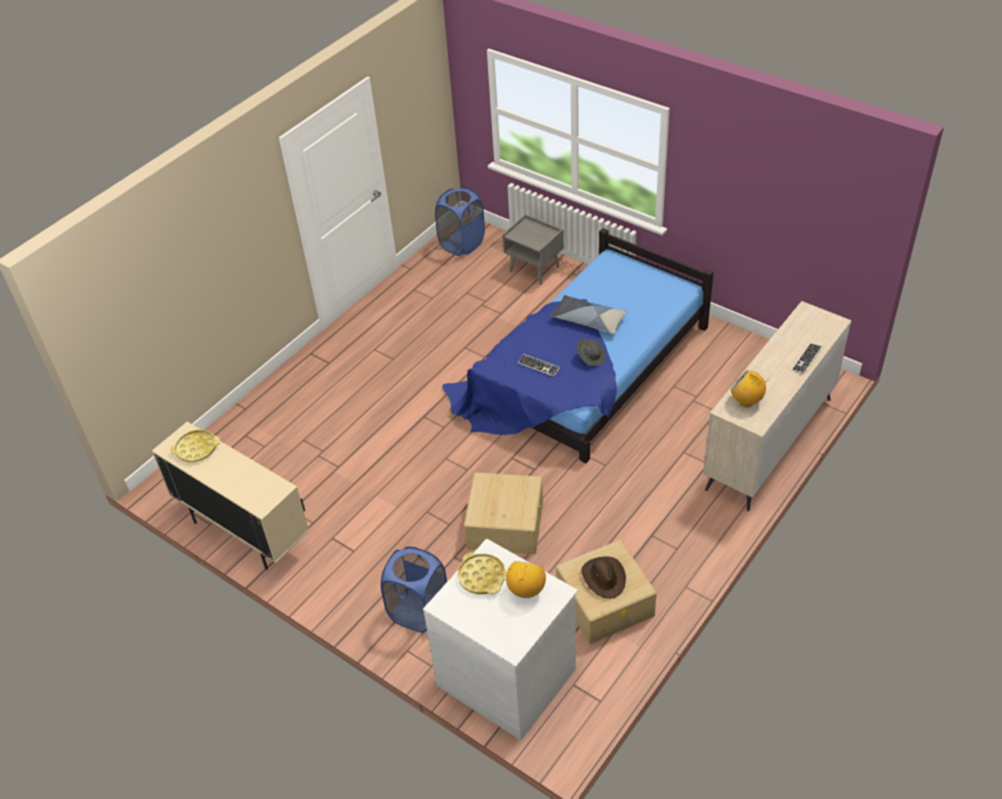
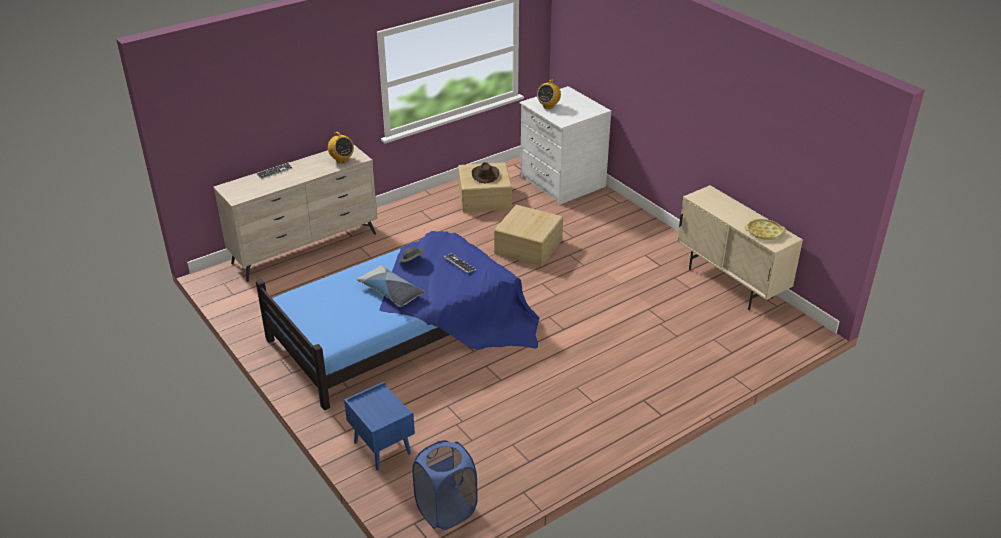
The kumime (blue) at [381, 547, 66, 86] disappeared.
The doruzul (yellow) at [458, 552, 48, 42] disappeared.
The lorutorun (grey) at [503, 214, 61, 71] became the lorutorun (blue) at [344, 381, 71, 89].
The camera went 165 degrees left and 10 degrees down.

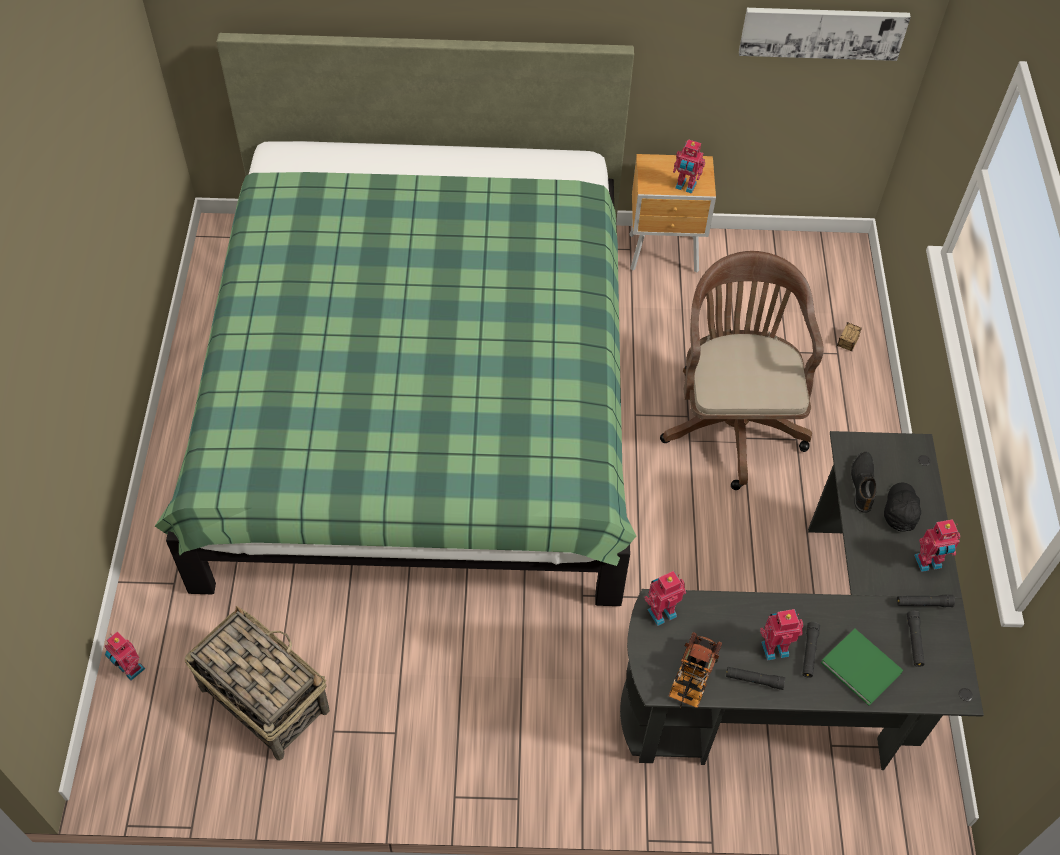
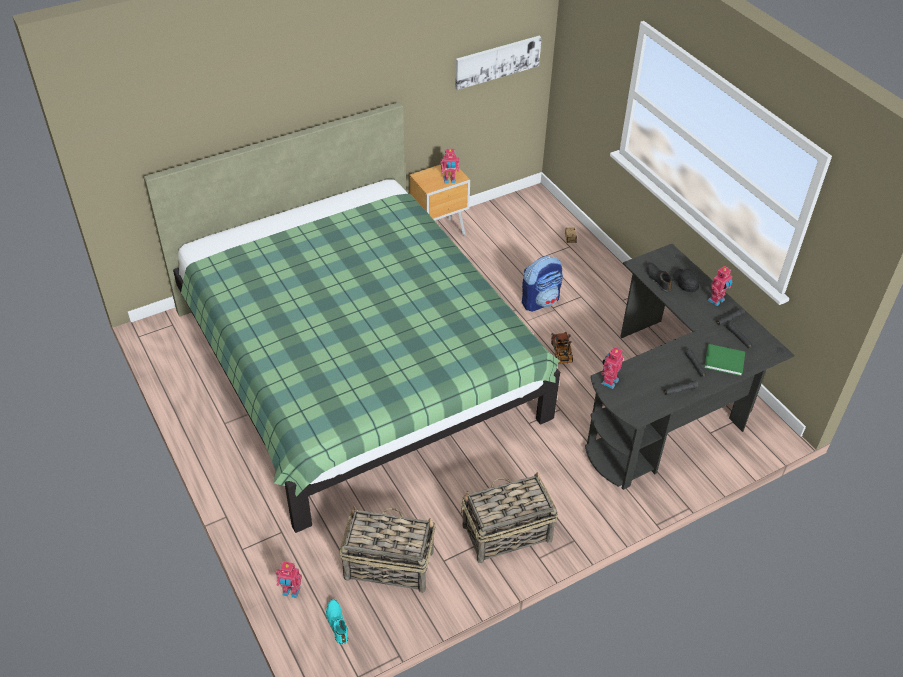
The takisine at [760, 609, 43, 51] disappeared.
The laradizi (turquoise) at [326, 600, 22, 45] appeared.
The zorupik at [461, 472, 97, 92] appeared.
The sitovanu moved from [669, 632, 53, 77] to [551, 332, 22, 32].
The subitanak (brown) at [660, 251, 164, 239] was replaced by the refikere at [522, 256, 41, 55].
The camera went 30 degrees left and 10 degrees down.

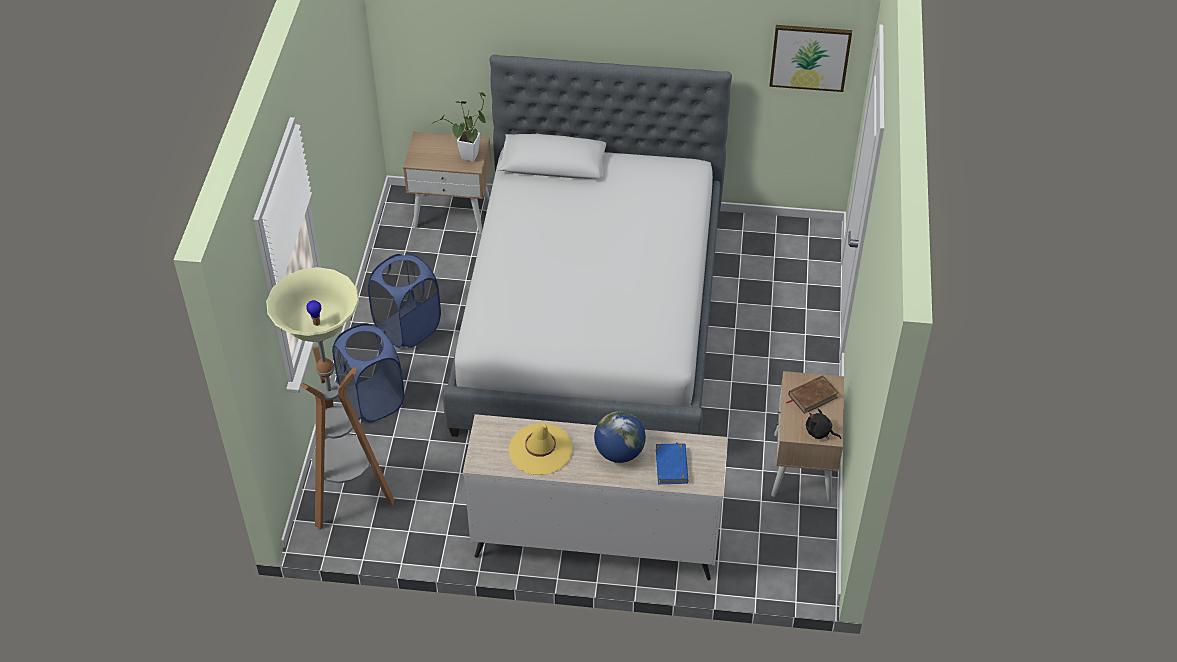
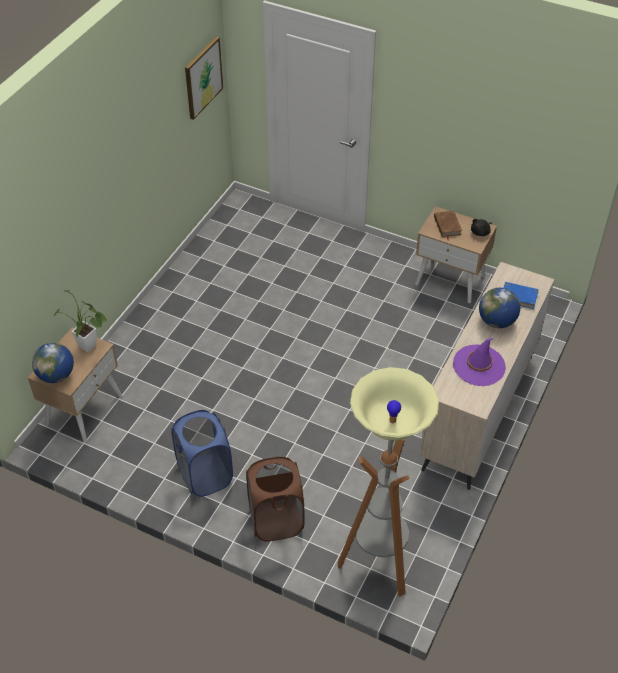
The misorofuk at [443, 54, 289, 383] disappeared.
The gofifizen at [32, 343, 42, 40] appeared.
The kumime (blue) at [332, 323, 73, 99] became the kumime (brown) at [246, 456, 58, 86].
The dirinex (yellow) at [509, 423, 64, 52] became the dirinex (purple) at [453, 338, 53, 48].
The camera went 70 degrees left and 0 degrees up.

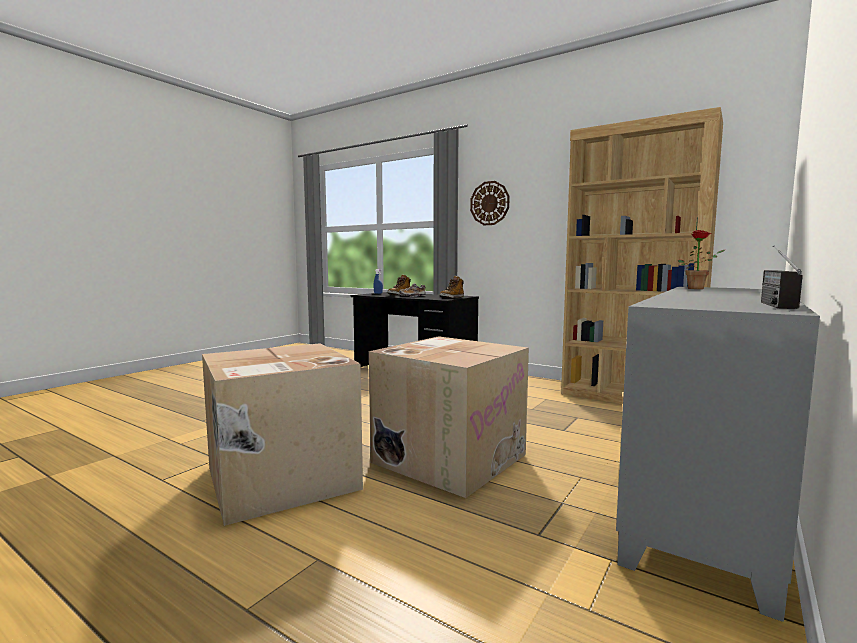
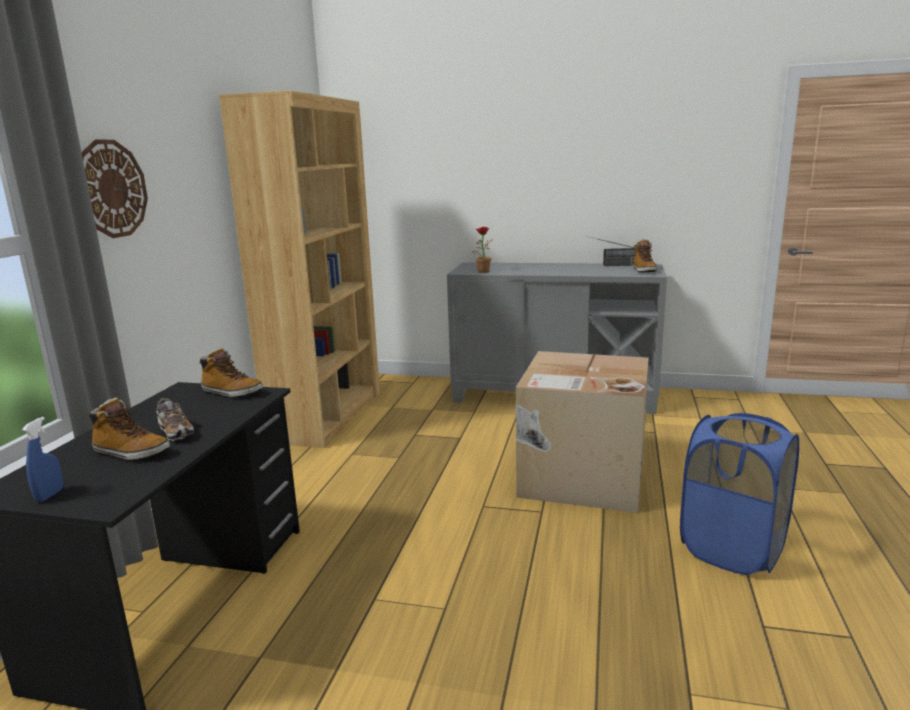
The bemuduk at [633, 239, 25, 33] appeared.
The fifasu at [202, 343, 161, 183] was replaced by the kumime (blue) at [680, 413, 119, 162].
The camera went 110 degrees left and 10 degrees up.

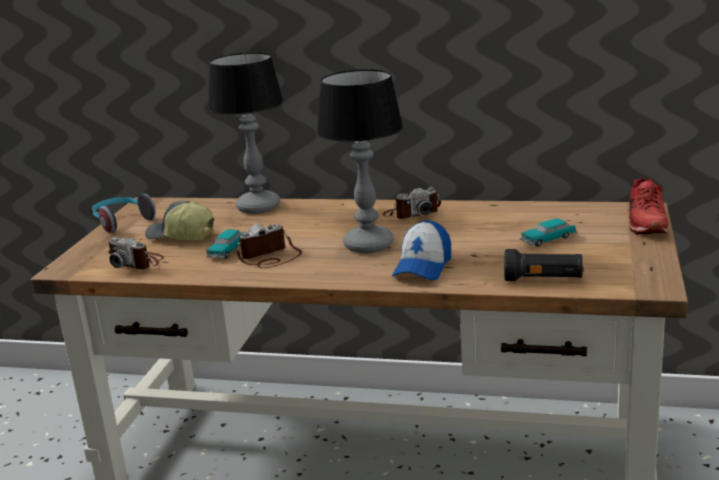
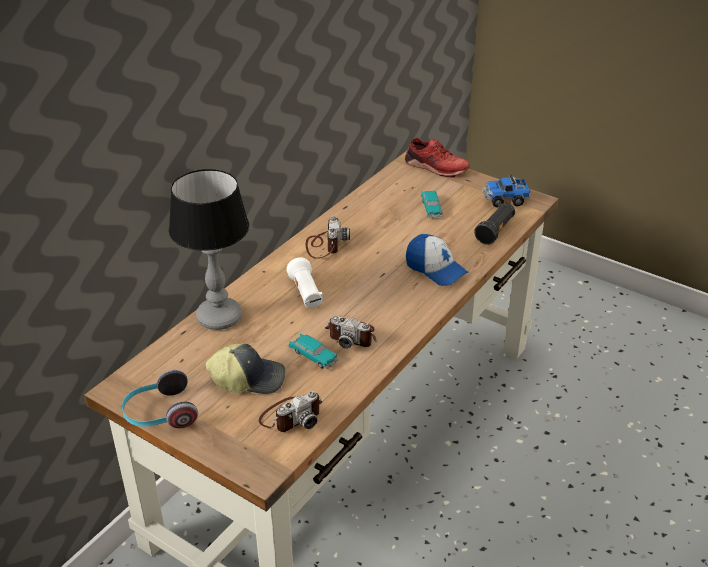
The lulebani at [317, 69, 86, 184] disappeared.
The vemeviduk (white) at [286, 257, 37, 51] appeared.
The sitovanu at [482, 174, 49, 34] appeared.
The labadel at [145, 200, 69, 41] turned 135 degrees counterclockwise.
The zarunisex at [237, 223, 65, 45] turned 60 degrees counterclockwise.
The camera went 70 degrees left and 15 degrees up.

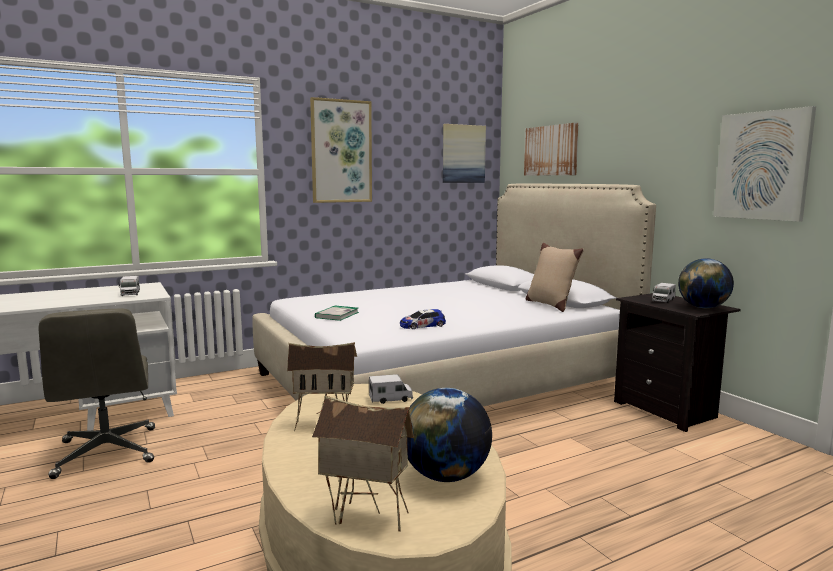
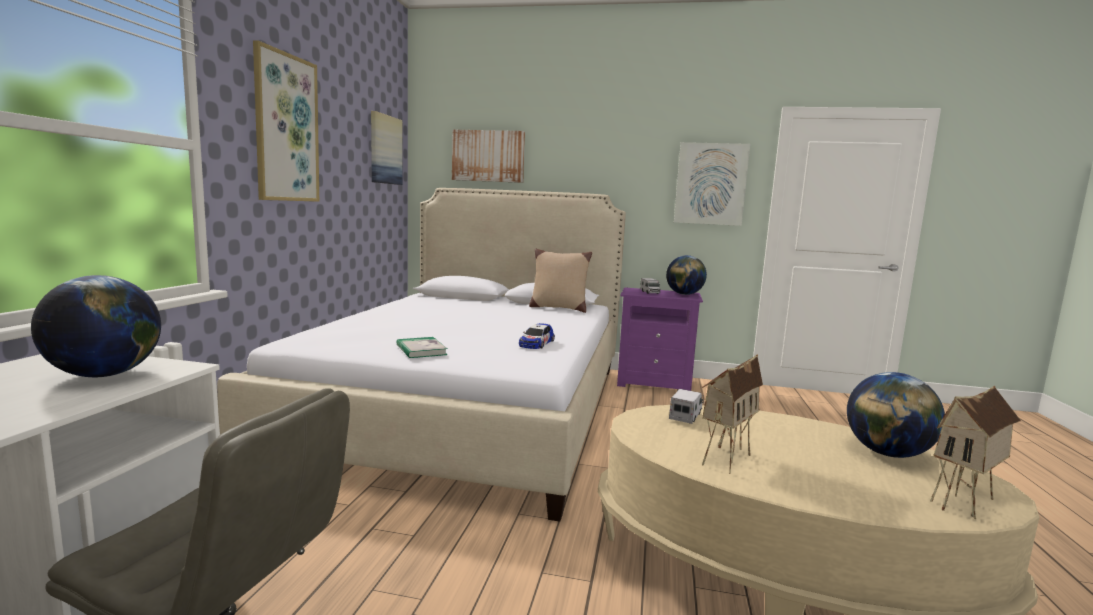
The sitovanu at [118, 276, 22, 20] was replaced by the gofifizen at [31, 275, 130, 102].
The lorutorun (black) at [614, 293, 127, 139] became the lorutorun (purple) at [617, 287, 86, 104].
The camera went 50 degrees left and 0 degrees up.

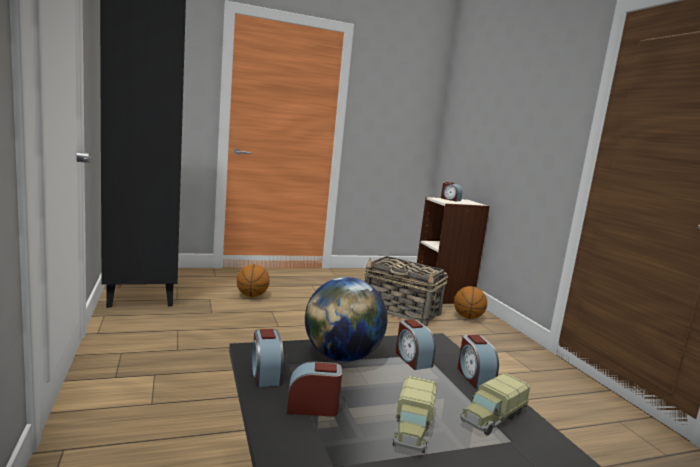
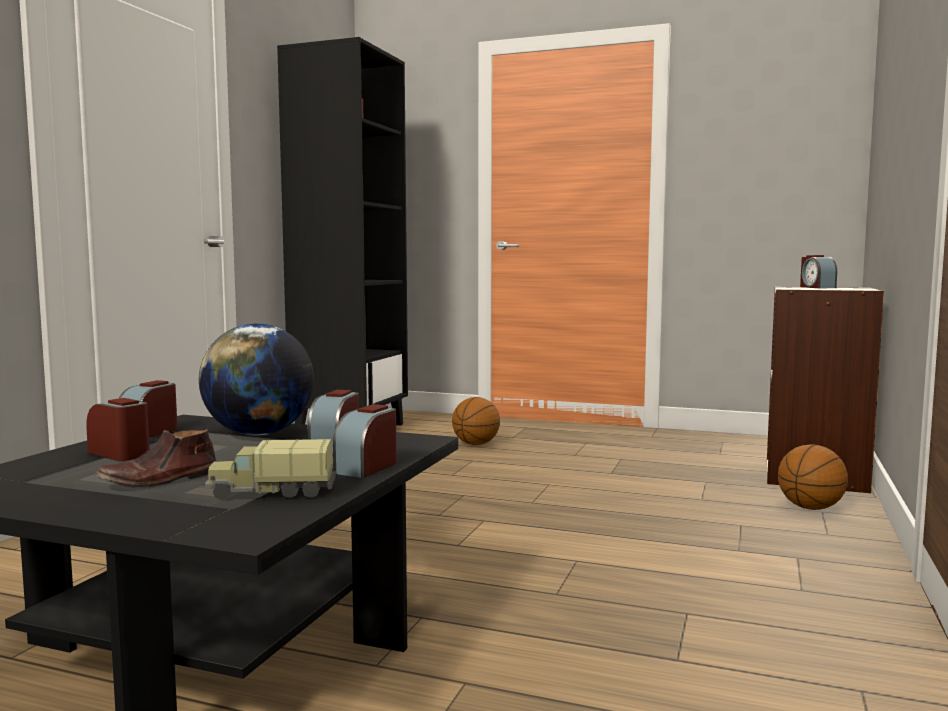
The zorupik at [364, 256, 84, 71] disappeared.
The sitovanu at [392, 376, 45, 77] was replaced by the laradizi (brown) at [95, 429, 122, 58].
The camera went 40 degrees right and 5 degrees down.

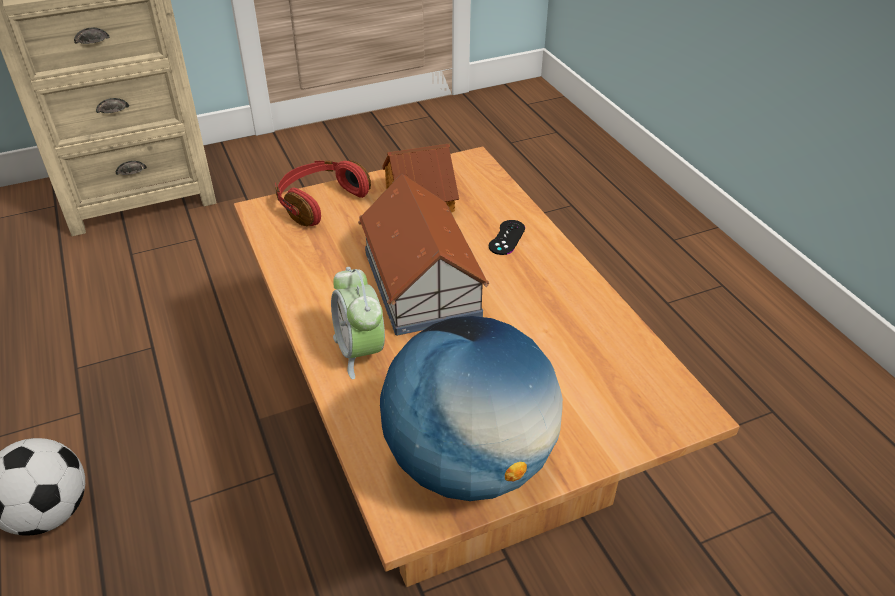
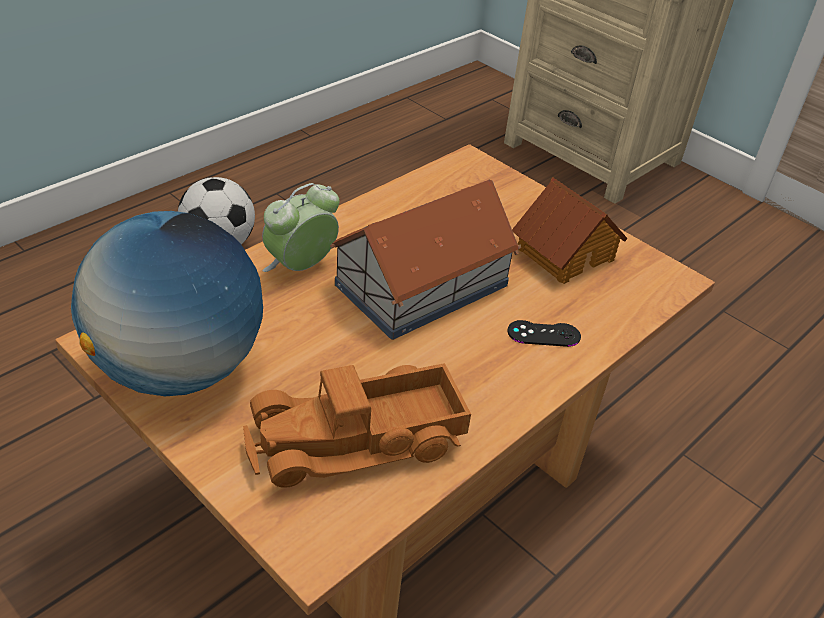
The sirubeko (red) at [275, 160, 96, 67] disappeared.
The sitovanu at [243, 363, 228, 125] appeared.
The camera went 65 degrees right and 0 degrees up.

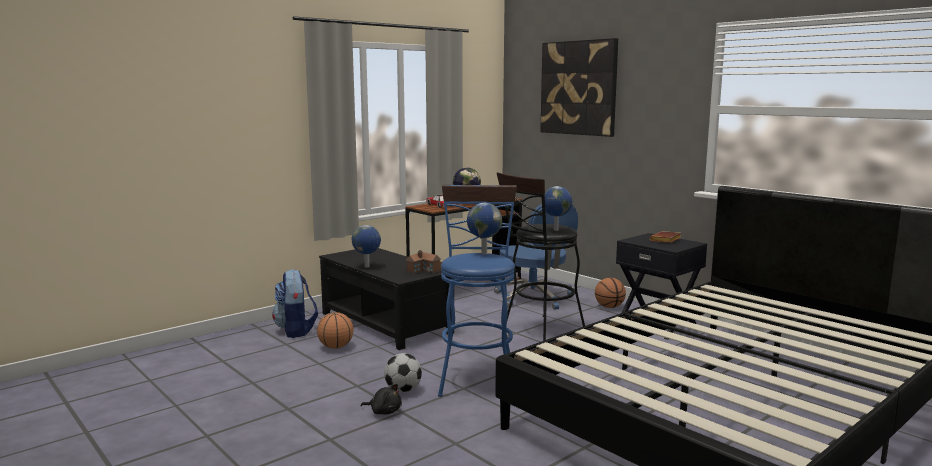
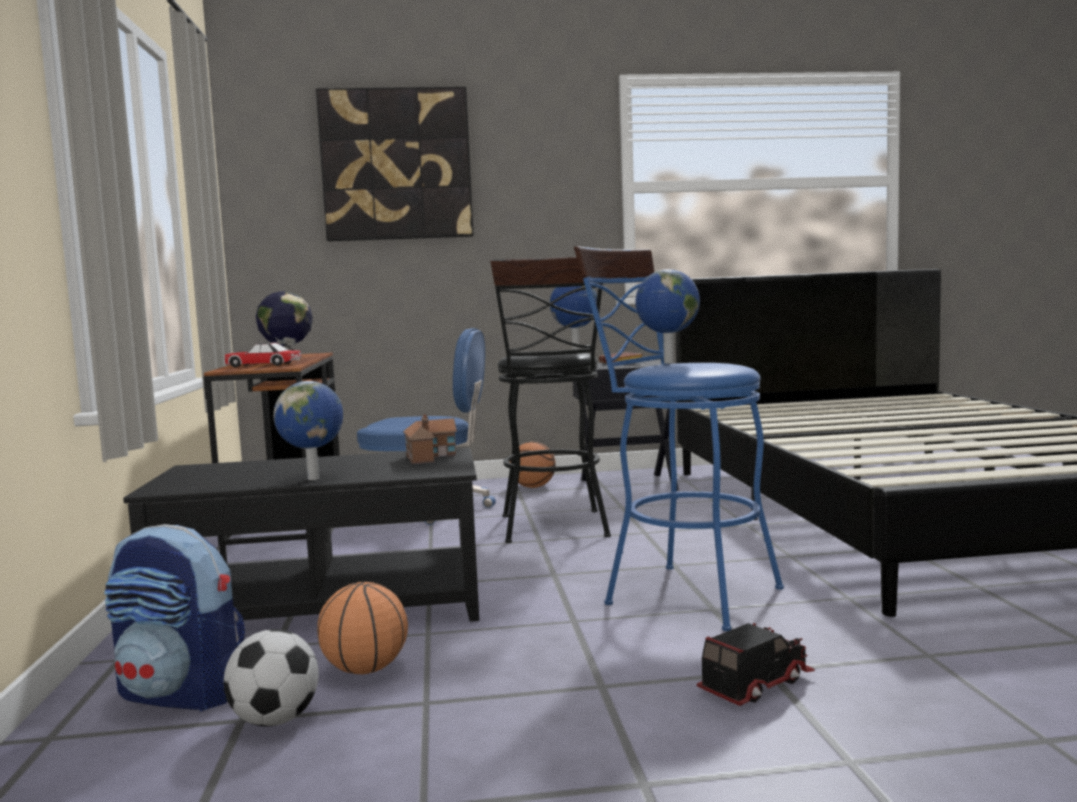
The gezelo moved from [384, 353, 38, 40] to [224, 629, 95, 98].
The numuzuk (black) at [361, 384, 41, 30] was replaced by the sitovanu at [697, 623, 118, 83].
The camera went 55 degrees left and 5 degrees down.

